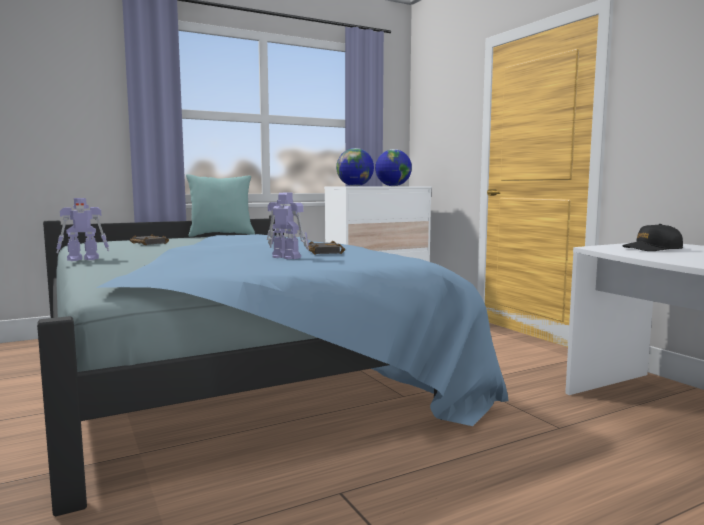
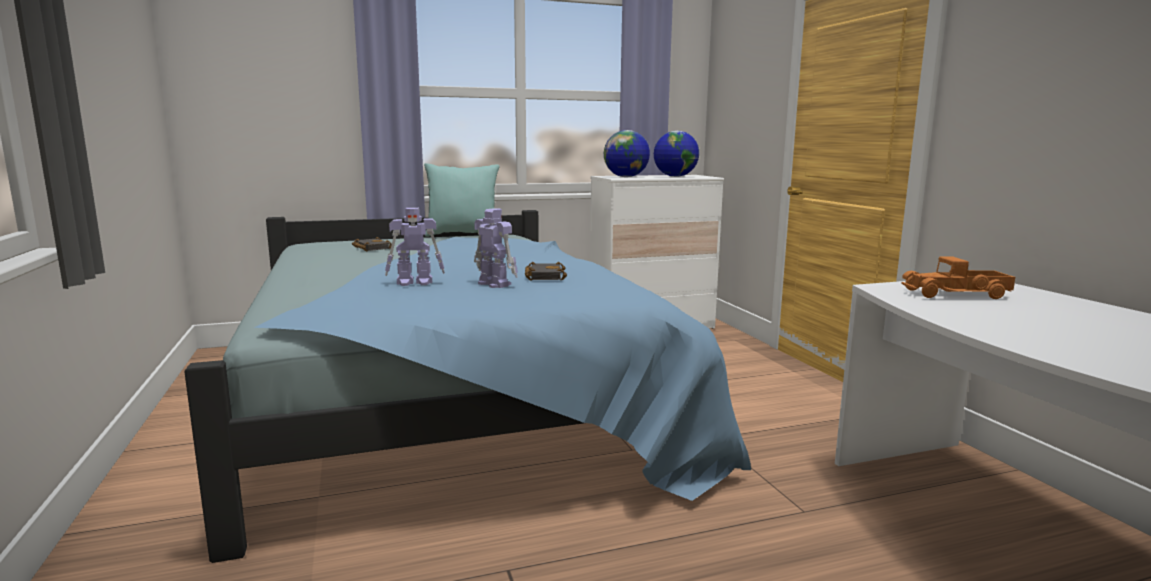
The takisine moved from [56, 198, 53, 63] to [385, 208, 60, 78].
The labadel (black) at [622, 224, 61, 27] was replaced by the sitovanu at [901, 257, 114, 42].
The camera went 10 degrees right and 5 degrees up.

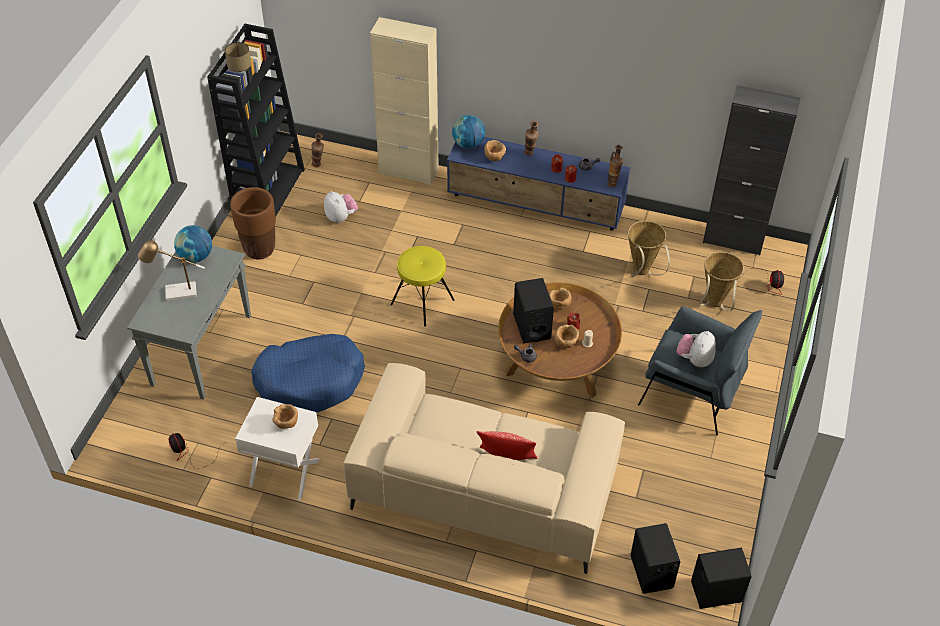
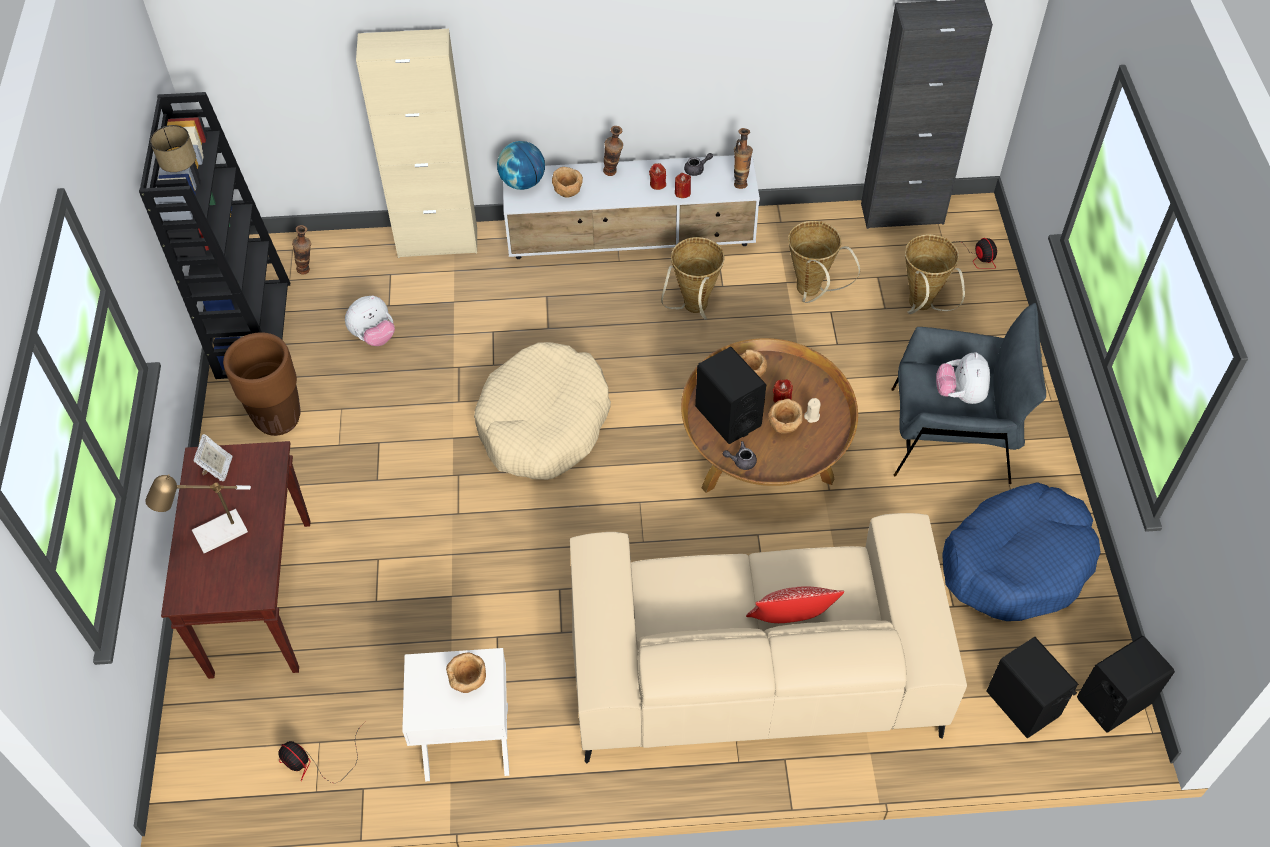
The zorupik at [661, 237, 64, 83] appeared.
The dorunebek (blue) moved from [251, 334, 114, 78] to [942, 482, 158, 139].
The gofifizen at [174, 225, 38, 38] was replaced by the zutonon at [194, 434, 39, 48].
The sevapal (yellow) at [390, 246, 65, 81] was replaced by the dorunebek (beige) at [474, 342, 137, 138].
The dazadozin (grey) at [127, 246, 124, 154] became the dazadozin (brown) at [161, 441, 150, 238].
The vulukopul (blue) at [447, 137, 183, 94] became the vulukopul (white) at [503, 155, 257, 104].
The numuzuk at [324, 191, 34, 32] turned 105 degrees clockwise.
The camera went 20 degrees left and 5 degrees up.

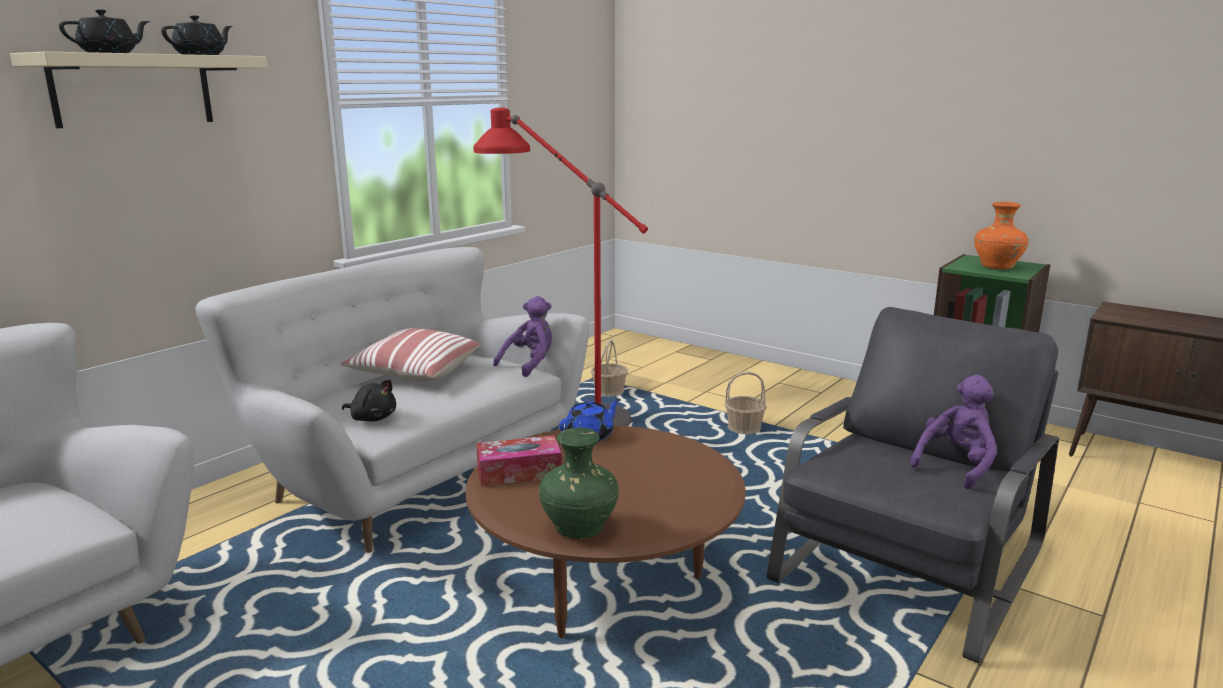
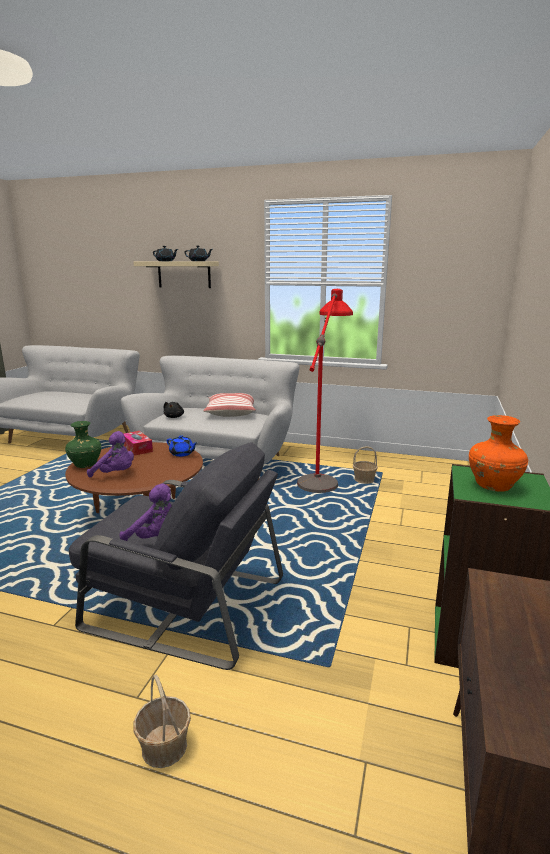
The numuzuk (purple) moved from [493, 296, 59, 81] to [87, 431, 47, 47].
The zorupik moved from [725, 371, 42, 63] to [133, 674, 58, 94].
The camera went 70 degrees right and 0 degrees up.

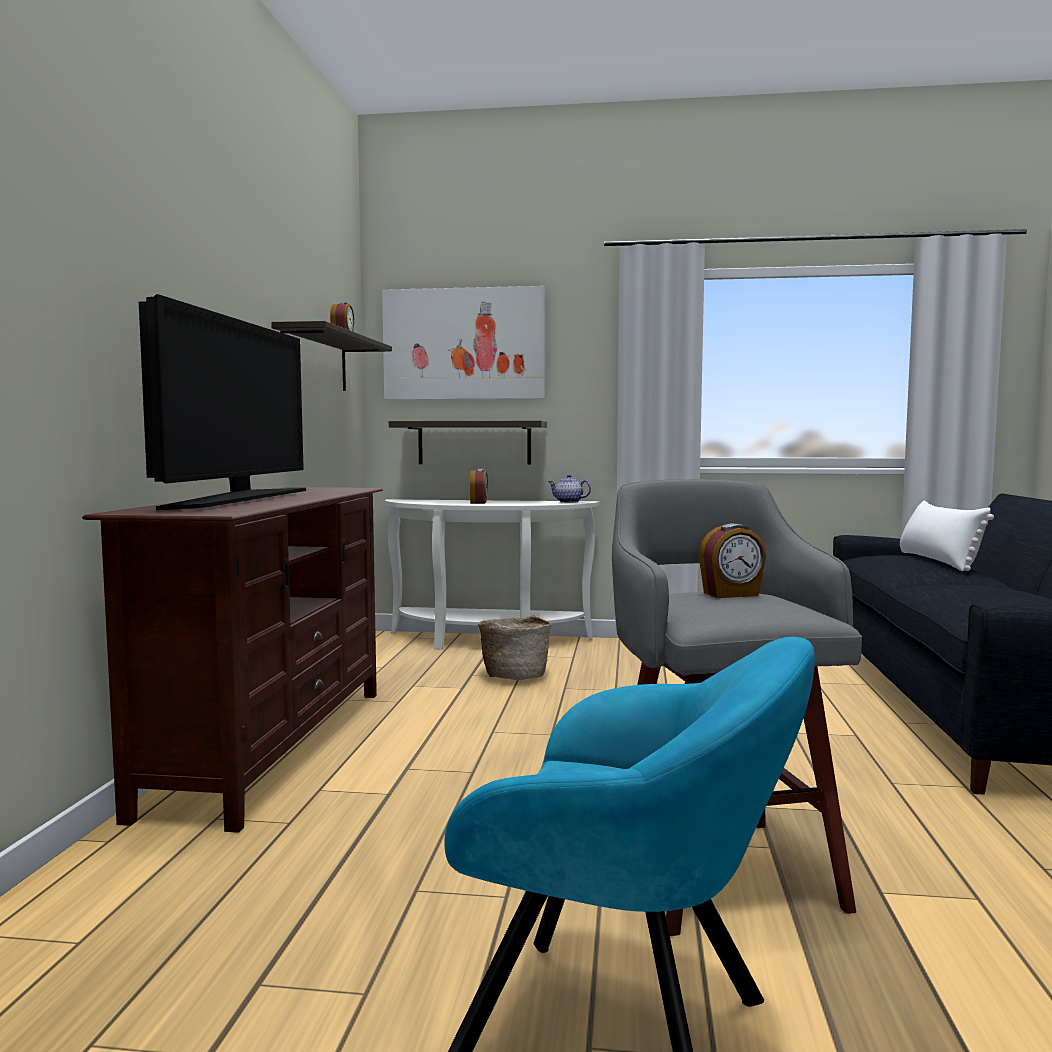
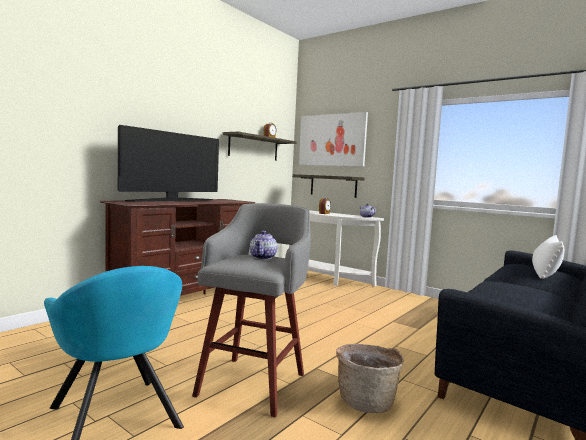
The zorupik moved from [478, 615, 73, 65] to [336, 344, 68, 69].
The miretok at [699, 523, 67, 75] was replaced by the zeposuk at [250, 231, 27, 28].
The camera went 30 degrees right and 0 degrees up.

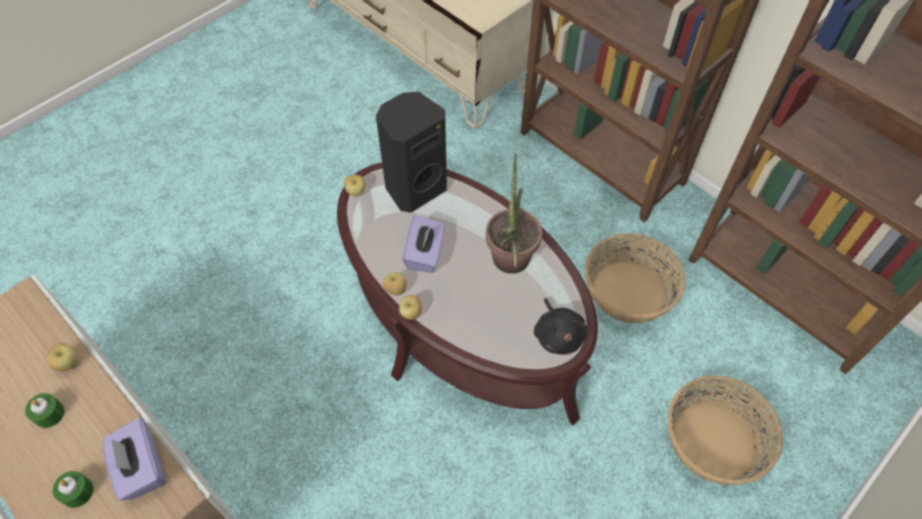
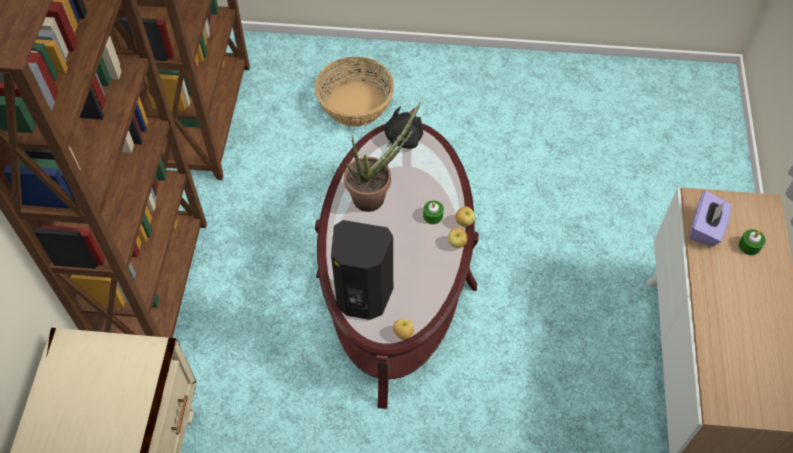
The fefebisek at [45, 343, 32, 28] disappeared.
The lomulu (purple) at [402, 215, 43, 58] disappeared.
The zorupik at [585, 233, 100, 90] disappeared.
The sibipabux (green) moved from [25, 393, 40, 35] to [423, 200, 21, 24].
The camera went 130 degrees left and 0 degrees up.

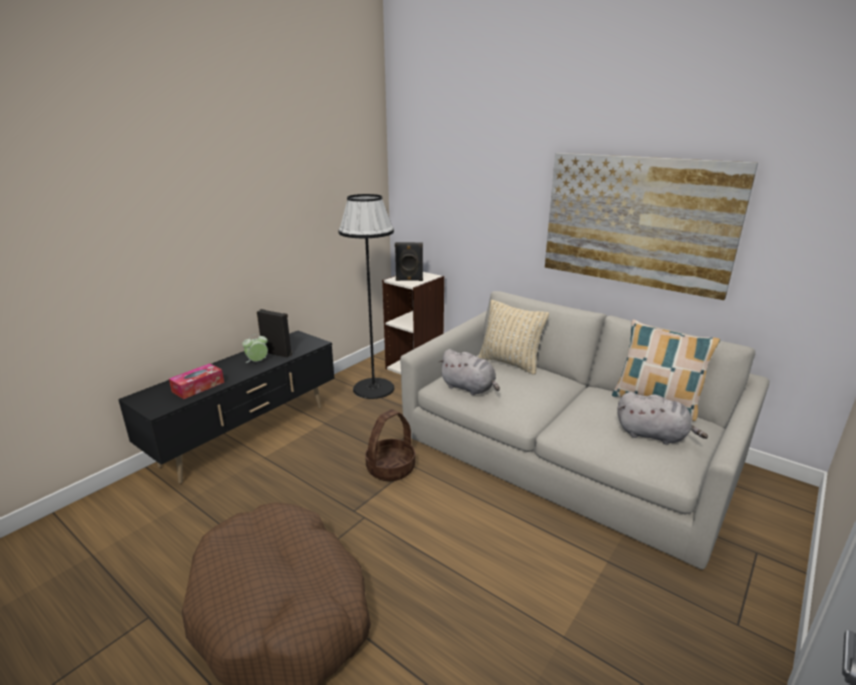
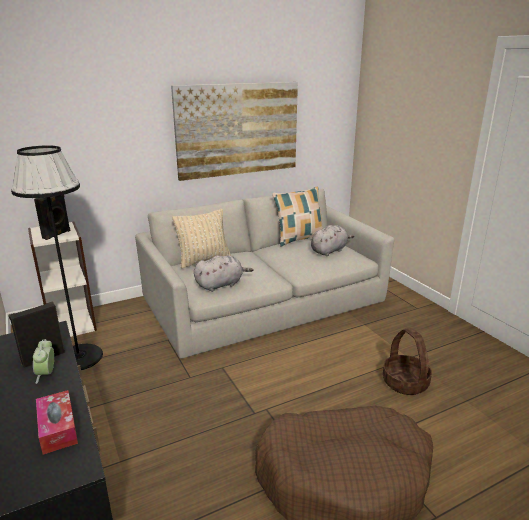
The zorupik moved from [365, 409, 51, 72] to [383, 328, 49, 67].
The camera went 65 degrees left and 0 degrees up.

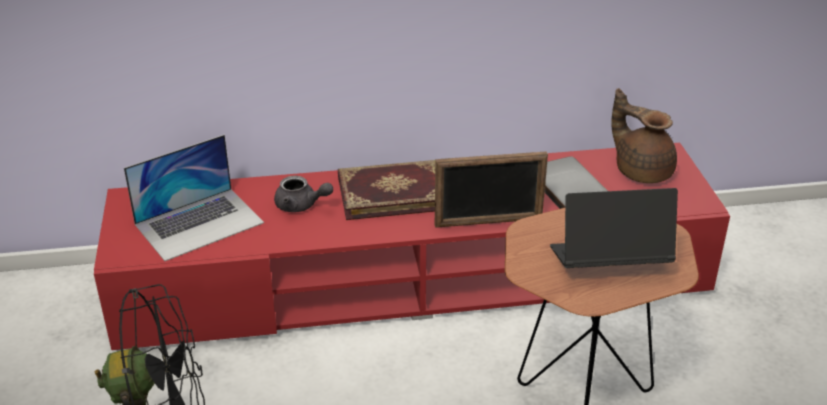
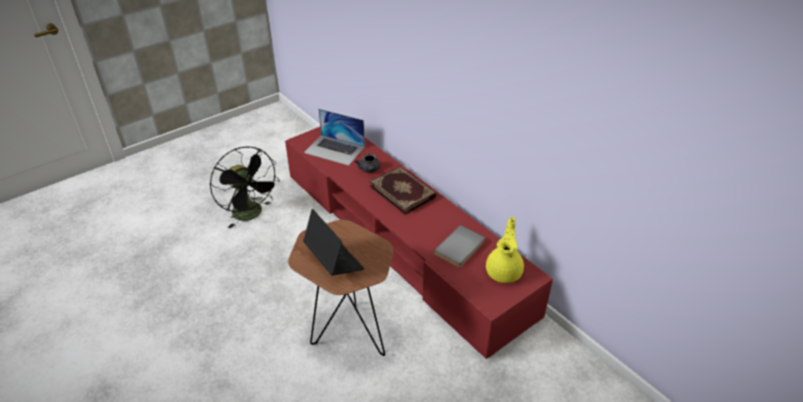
The zutonon at [435, 151, 113, 77] disappeared.
The zeposuk (brown) at [611, 88, 66, 95] became the zeposuk (yellow) at [486, 217, 38, 66].
The camera went 60 degrees right and 5 degrees up.

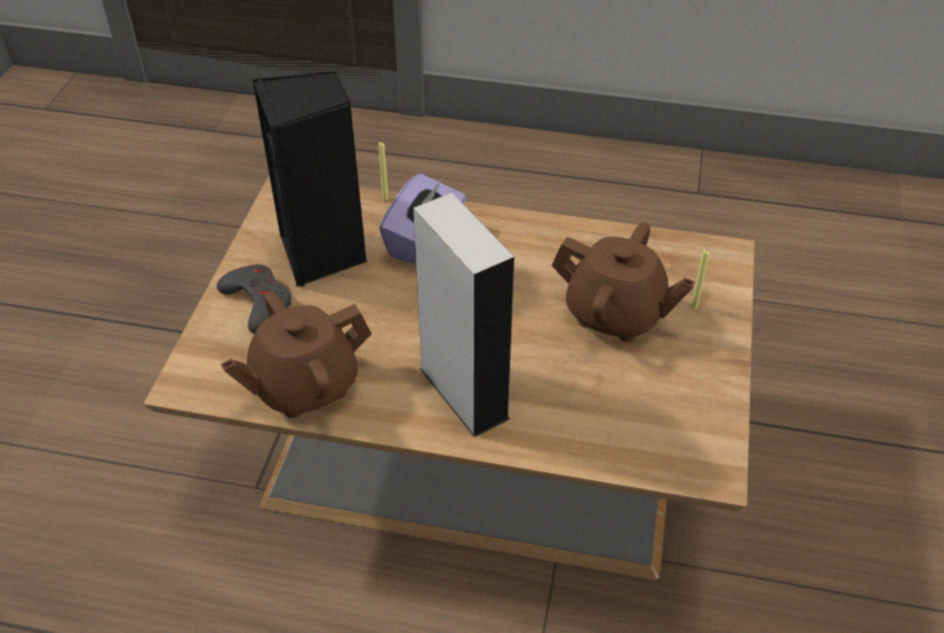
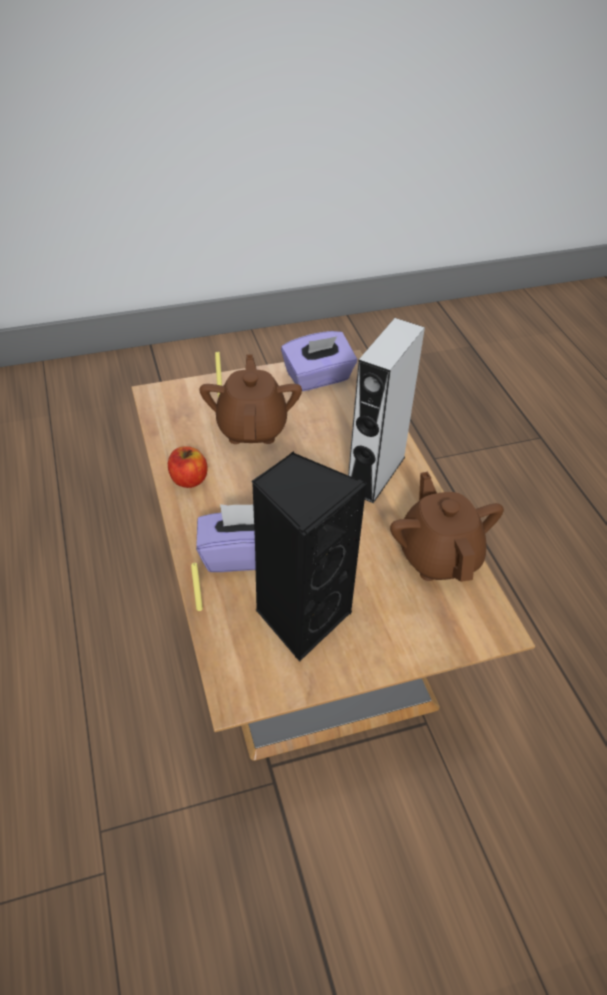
The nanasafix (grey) at [217, 264, 74, 70] disappeared.
The fefebisek at [168, 446, 40, 42] appeared.
The lomulu (purple) at [281, 331, 76, 60] appeared.
The zeposuk (brown) at [221, 291, 151, 127] turned 135 degrees counterclockwise.
The camera went 120 degrees left and 0 degrees up.

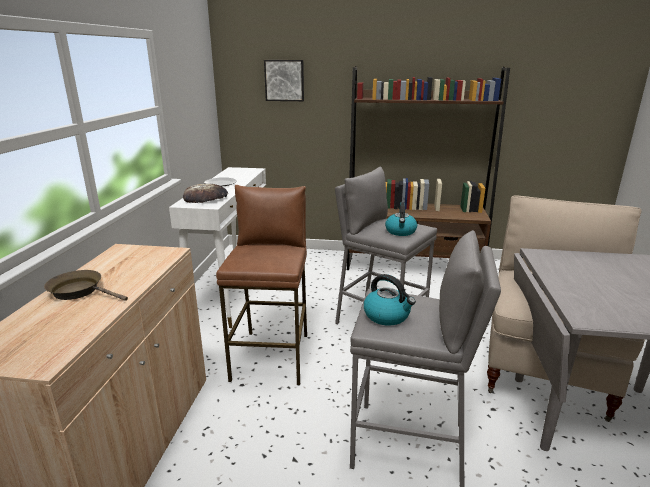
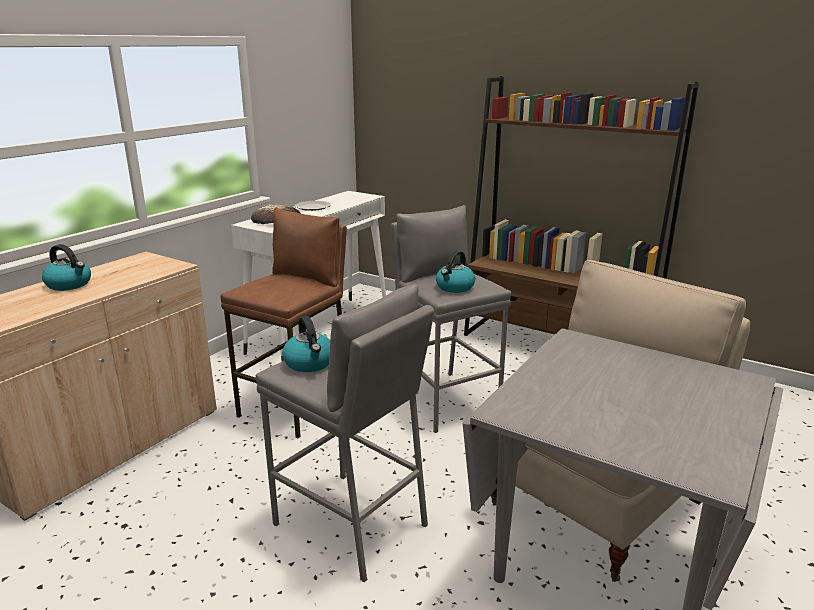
The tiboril at [264, 60, 40, 41] disappeared.
The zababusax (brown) at [44, 270, 84, 31] was replaced by the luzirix at [42, 244, 49, 47].
The camera went 25 degrees right and 0 degrees up.

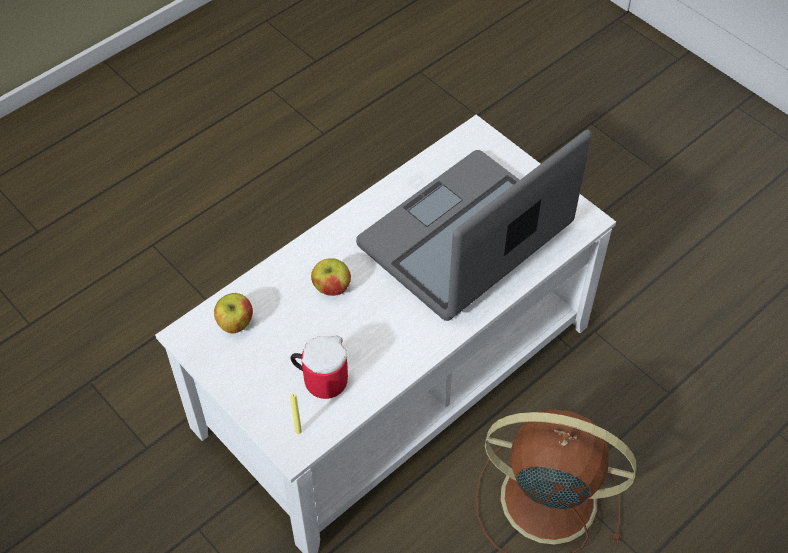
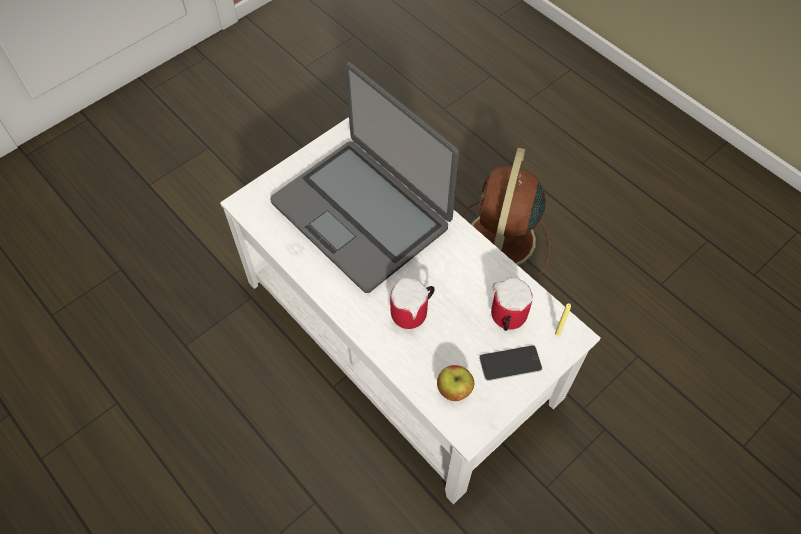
The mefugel at [479, 345, 63, 36] appeared.
The fefebisek at [311, 258, 40, 38] was replaced by the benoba at [390, 278, 45, 51].
The camera went 90 degrees left and 5 degrees up.

